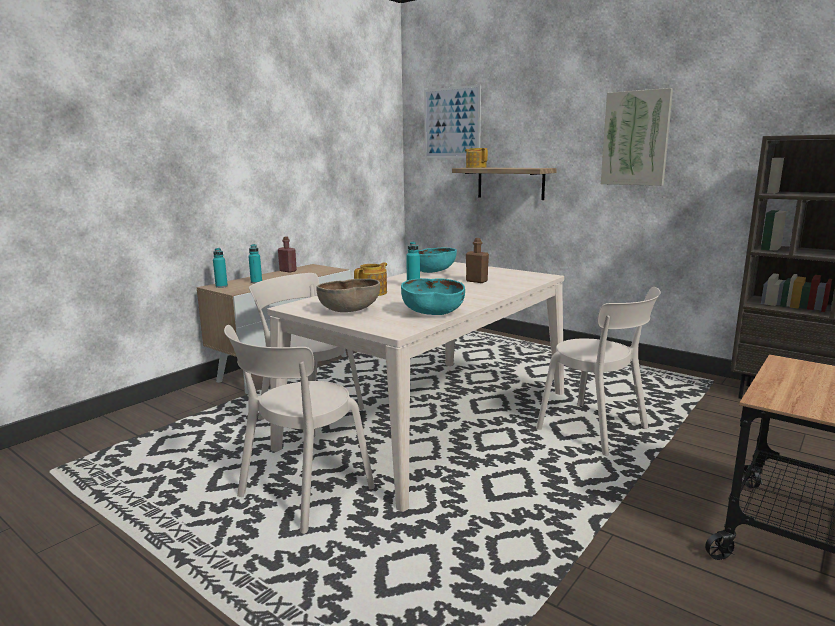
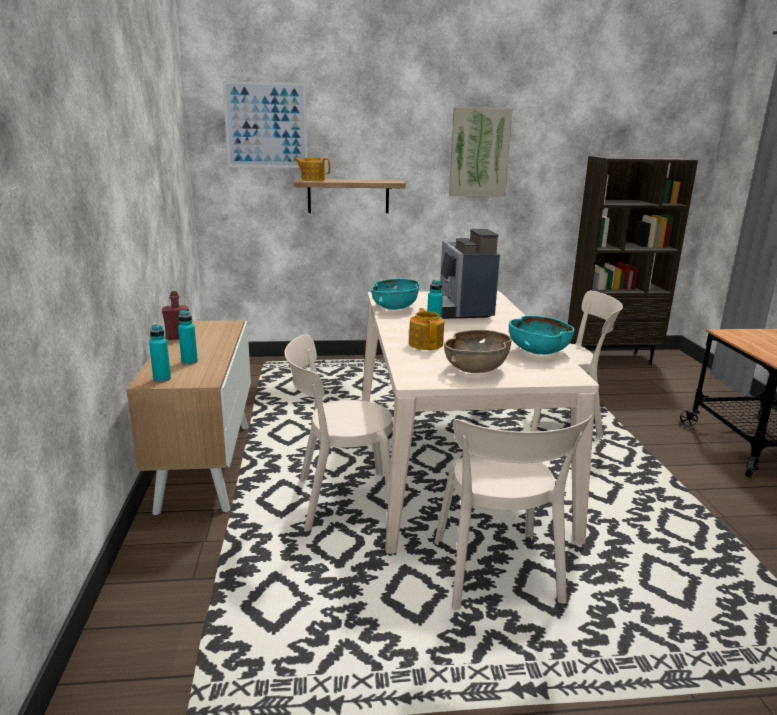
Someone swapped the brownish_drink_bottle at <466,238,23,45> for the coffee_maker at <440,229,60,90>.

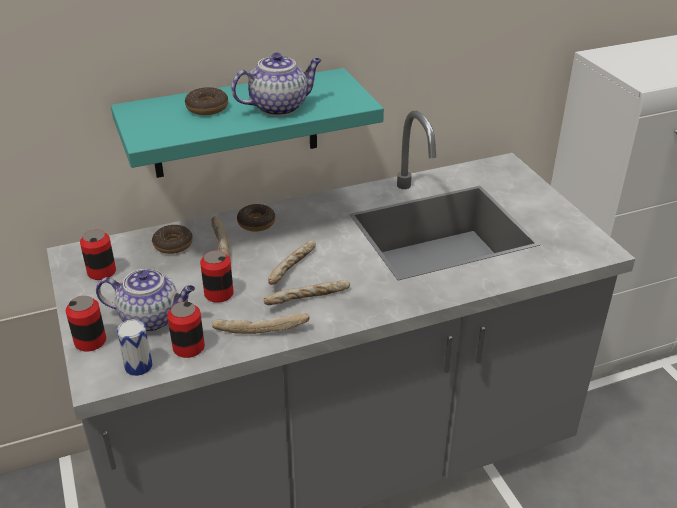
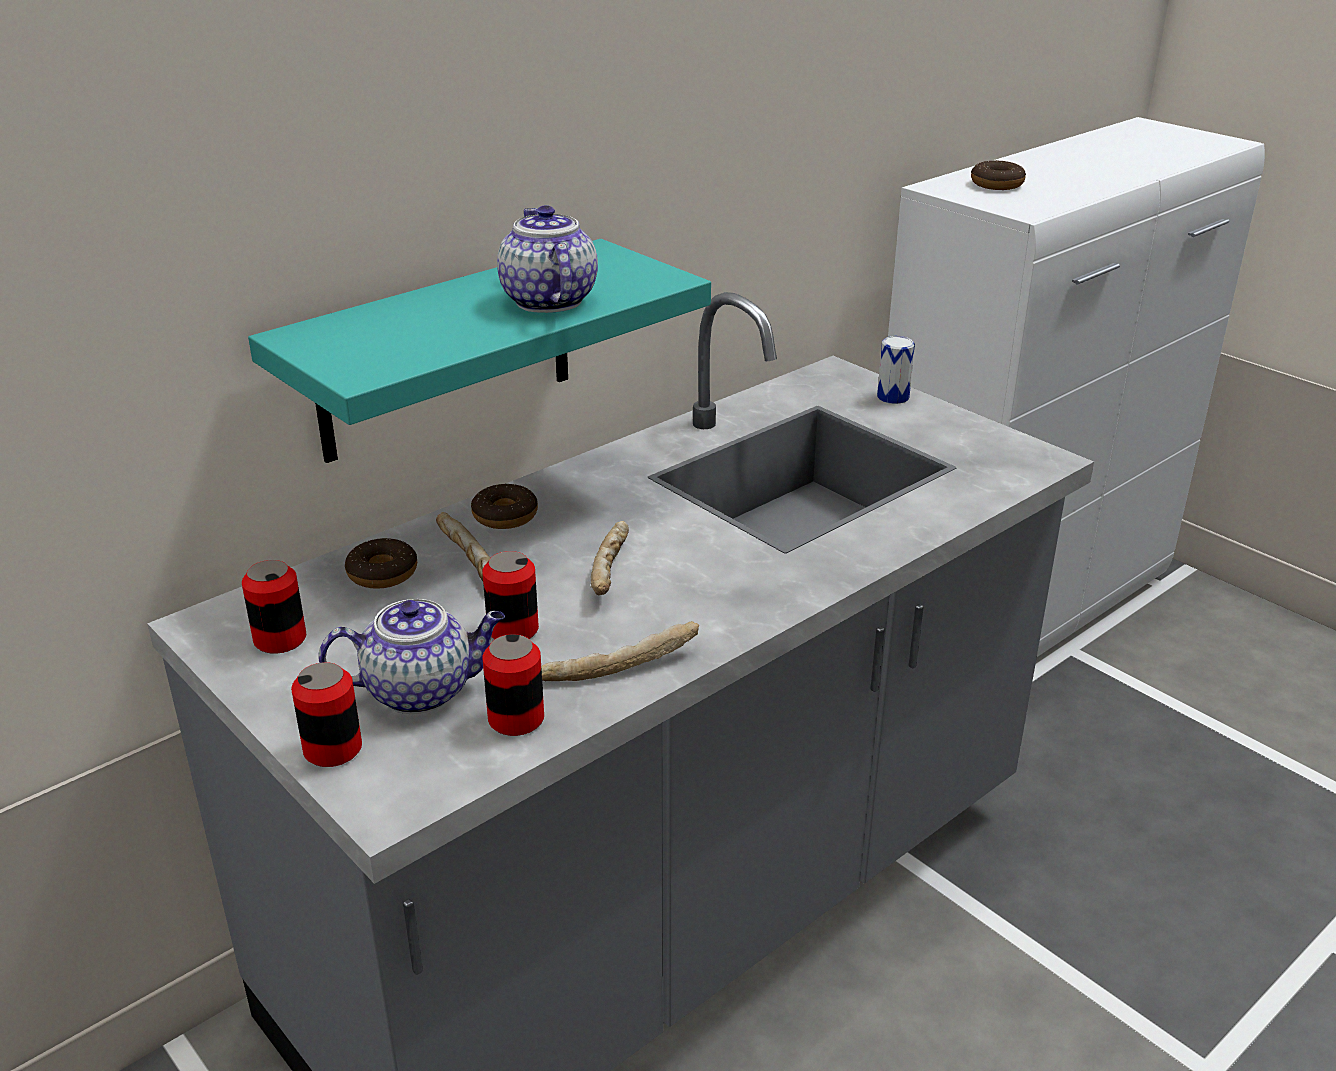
Someone carried the sealed_can from <117,319,35,57> to <877,336,38,68>. Someone carried the ring_doughnut from <185,87,43,28> to <971,160,55,30>. Someone rotated the teapot at <231,53,91,63> by 60 degrees counterclockwise. Someone took away the bakery_bread at <264,280,87,25>.

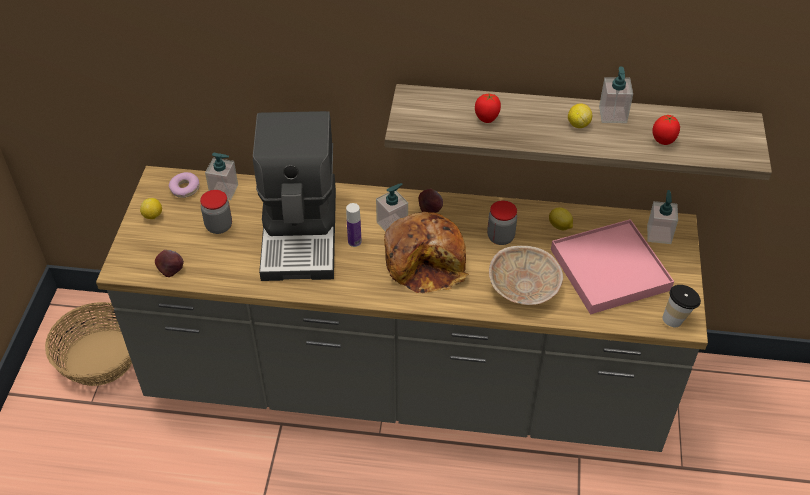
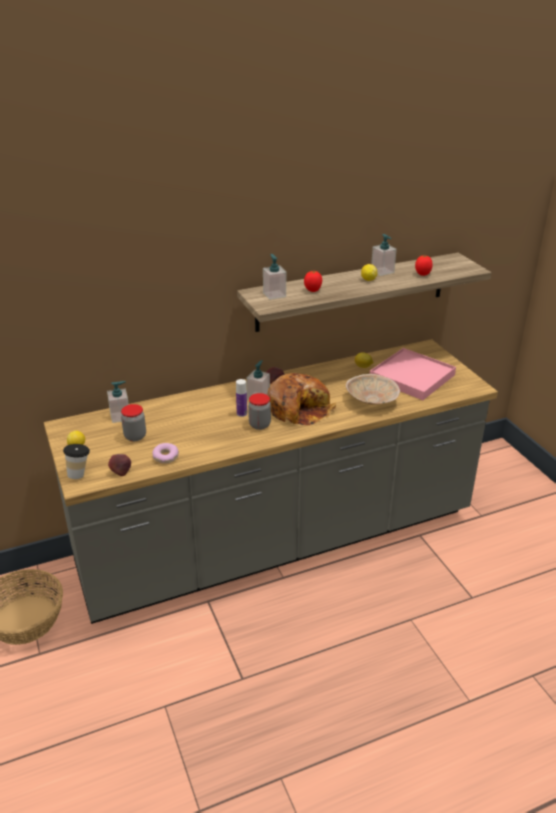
Someone carried the ring_doughnut from <169,172,31,26> to <152,443,27,20>. Someone took away the coffee_maker at <253,111,83,170>. Someone carried the jar from <487,200,30,45> to <248,393,23,37>. Someone carried the soap_dispenser from <647,190,31,54> to <263,254,23,46>. Someone carried the cup from <662,285,39,42> to <63,444,27,35>.

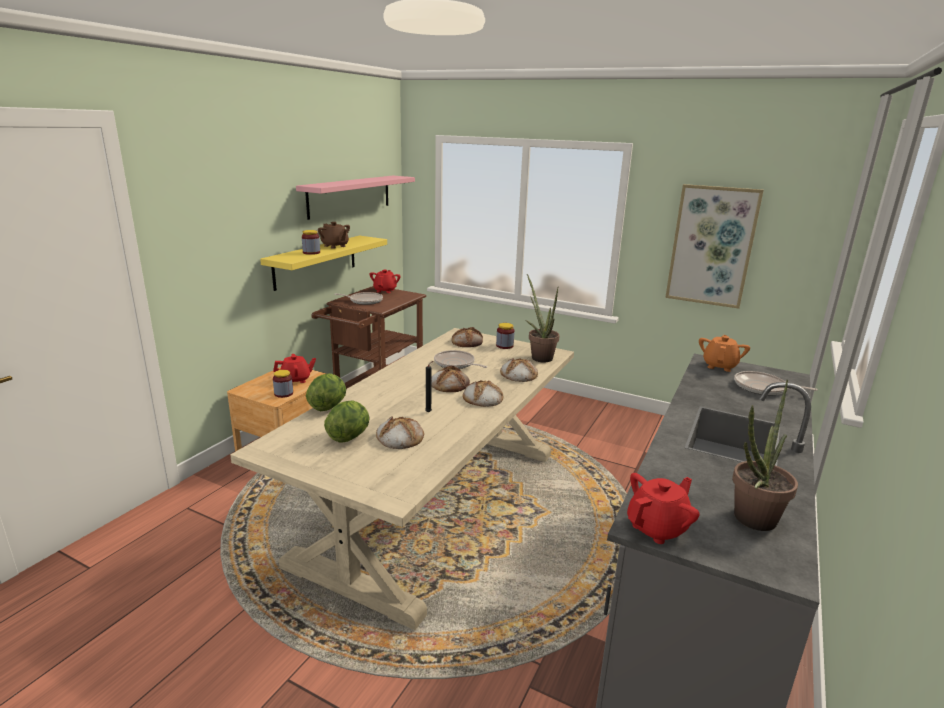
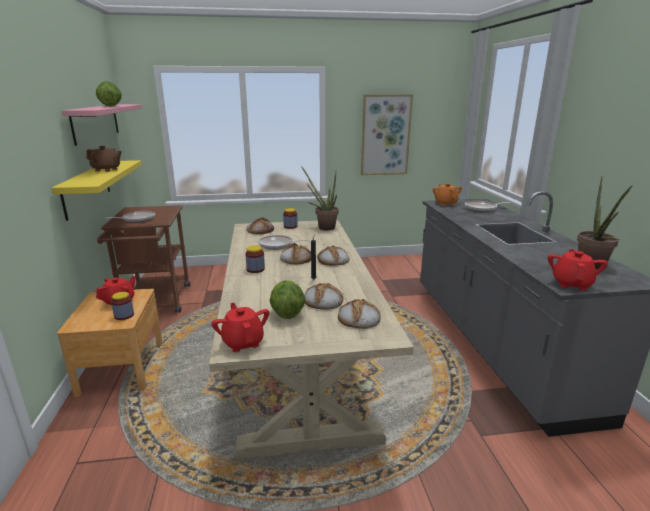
Someone carried the jar from <302,230,18,25> to <245,245,20,28>. Someone carried the head_of_lettuce from <306,373,40,38> to <96,81,26,26>. Someone carried the red_teapot from <369,270,32,23> to <211,303,58,49>. Someone carried the bakery_bread from <500,358,38,24> to <338,299,43,30>.

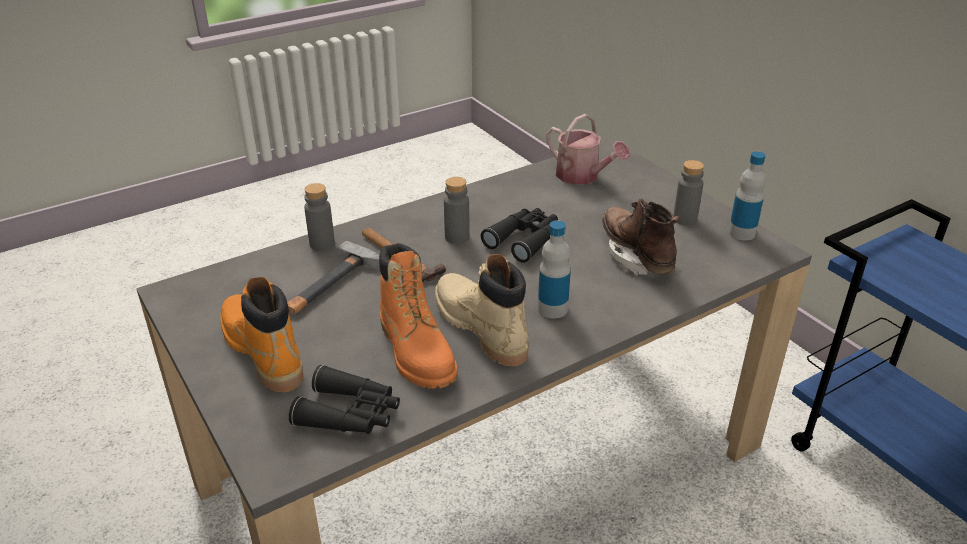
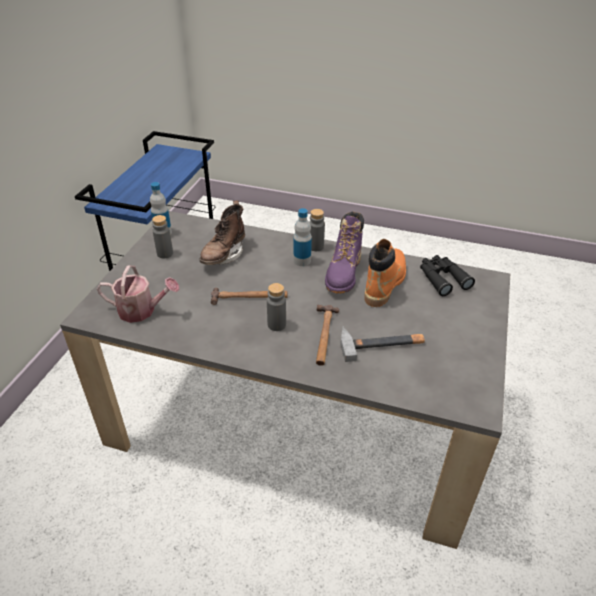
Someone took away the orangey_tall_boot at <220,277,83,115>. Someone carried the gray_drink_bottle from <304,183,31,68> to <309,209,16,42>. Someone repainted the sand-coloured_tall_boot at <435,254,94,112>, which became the purplish_tall_boot at <325,212,39,81>. Someone swapped the black_binoculars at <481,208,77,55> for the hammer at <211,288,77,17>. Someone rotated the watering_pot at <546,114,84,71> by 90 degrees clockwise.

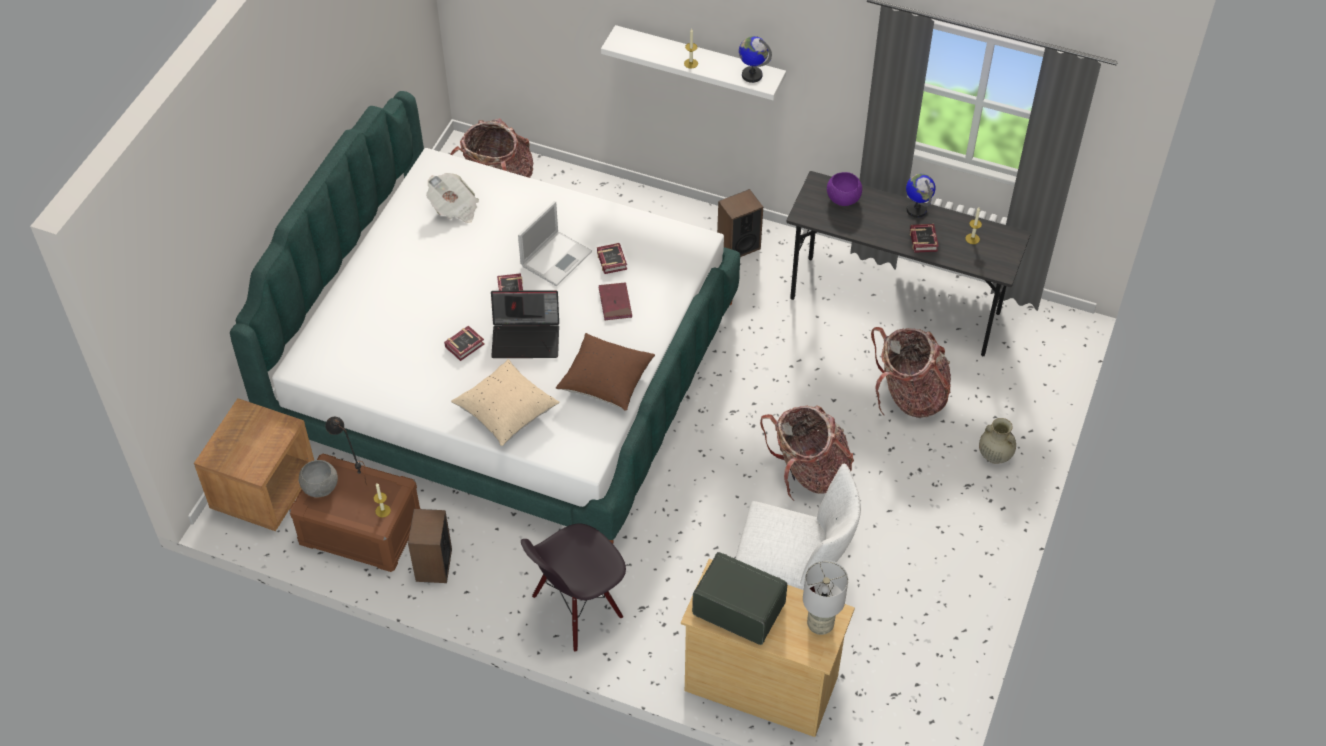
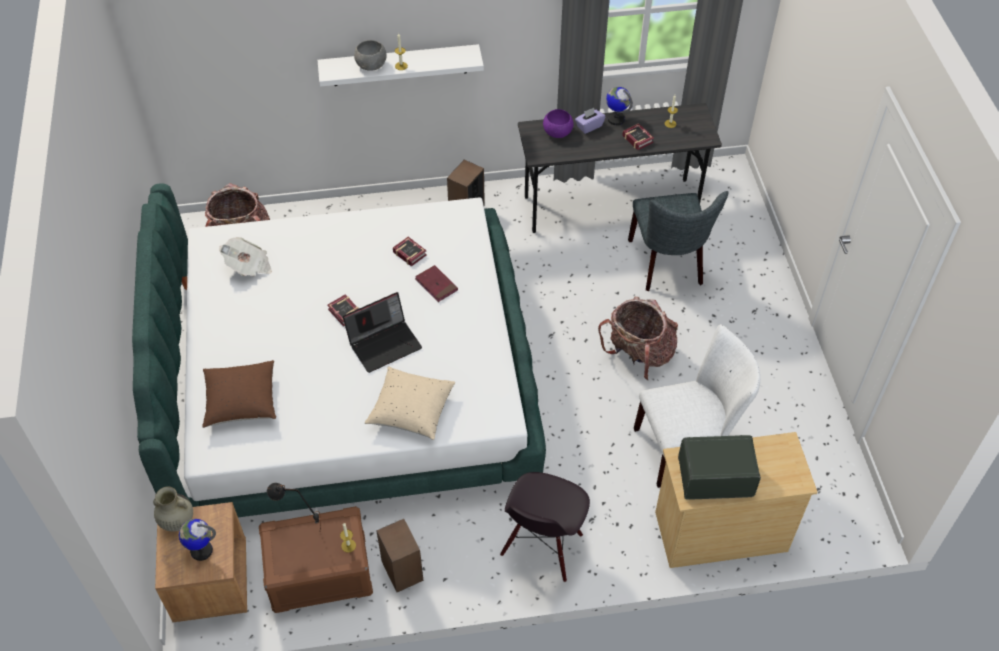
Someone carried the gray_bowl from <299,460,39,37> to <354,40,32,31>. Someone took away the bound_book at <444,326,40,35>. Someone took away the laptop at <518,201,74,85>. Someone carried the brownish_throw_pillow from <556,333,99,78> to <202,360,74,68>. Someone carried the world_globe from <739,36,33,47> to <179,519,37,42>. Someone took away the gray_lamp_for_a_table at <803,560,45,75>. Someone swapped the rucksack at <871,327,80,91> for the gray_chair at <628,191,100,100>. Someone carried the sand-coloured_vase from <979,418,37,46> to <153,486,40,46>. Someone put down the purplish_tissue_holder at <575,108,30,26>.

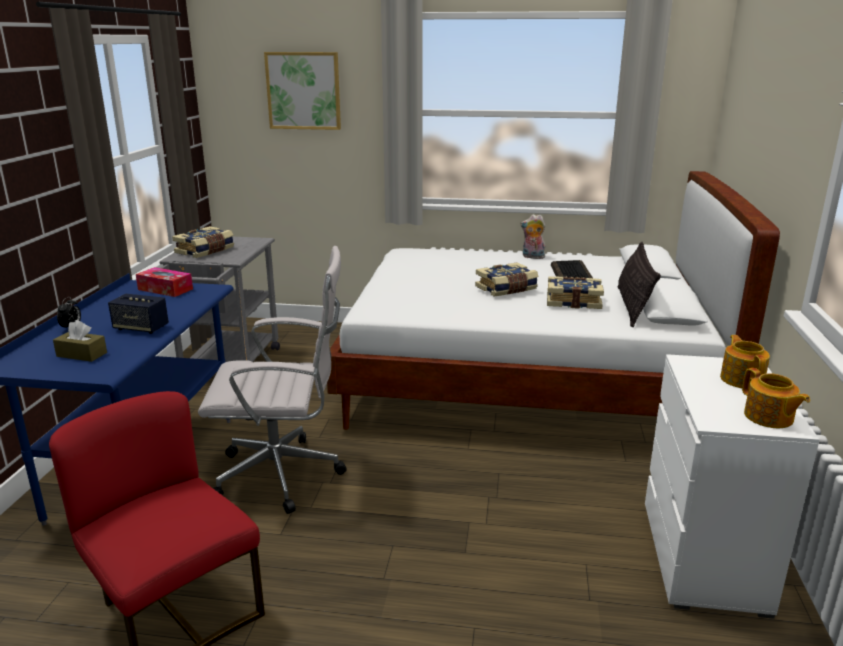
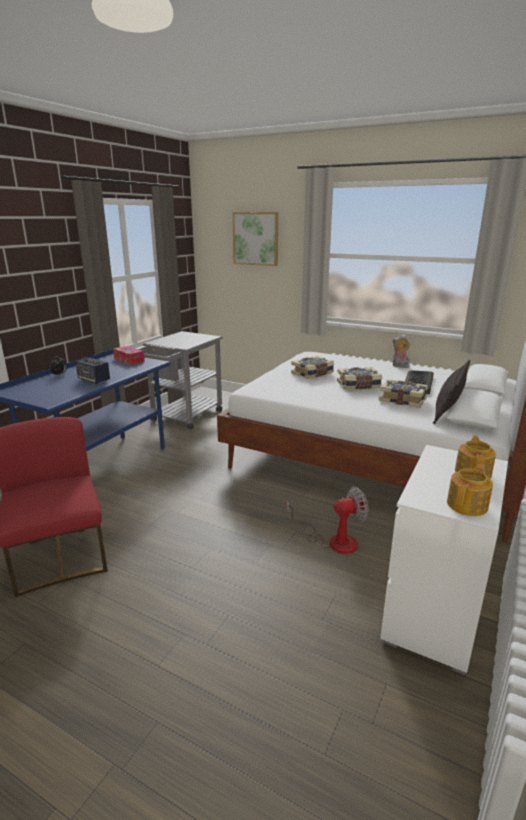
Someone took away the brownish_tissue_holder at <53,320,54,42>. Someone carried the bound_book from <172,226,62,32> to <291,356,43,23>. Someone took away the white_desk_chair at <198,246,149,268>. Someone rotated the teapot at <742,368,68,60> by 135 degrees counterclockwise. Someone put down the fan at <286,487,82,67>.

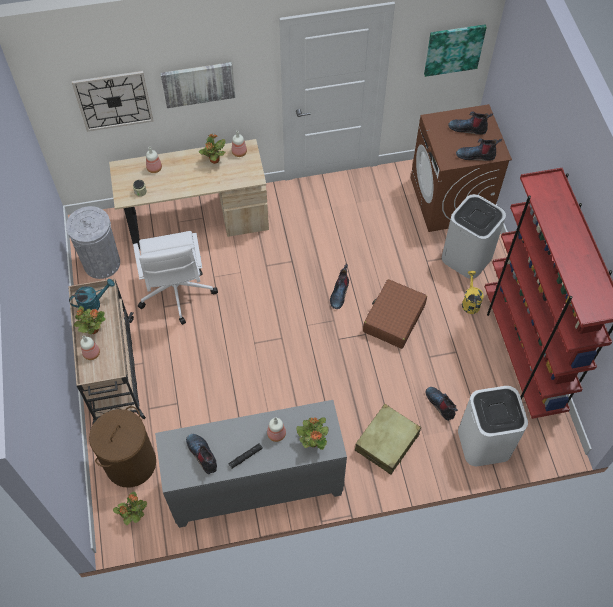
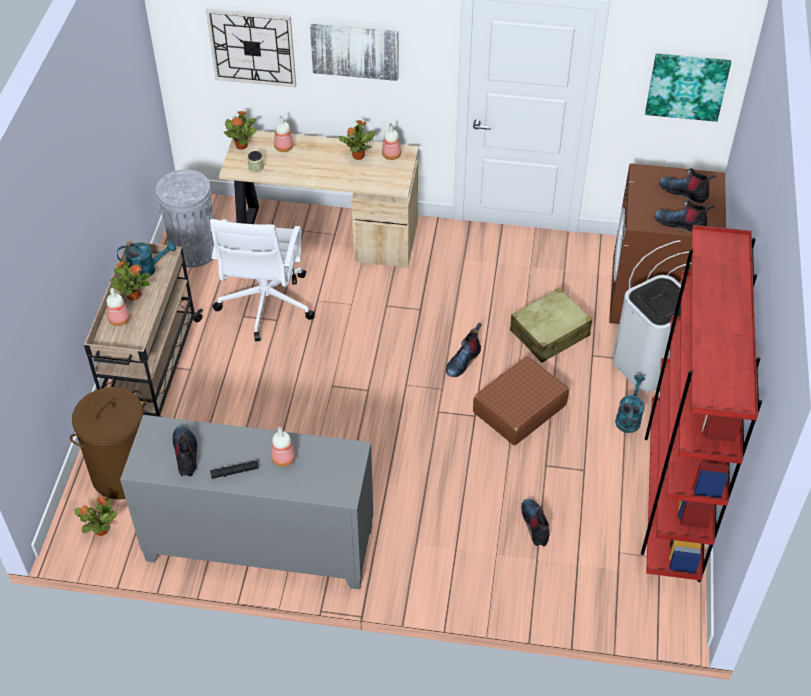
Someone carried the potted_plant from <296,417,33,33> to <224,111,33,38>. Someone carried the sand-coloured_suitcase from <355,404,66,71> to <510,288,82,75>. Someone took away the white_trash_can at <458,386,70,80>. Someone repainted the yellow-coloured_watering_pot at <462,271,22,43>, which became the turquoise-coloured_watering_pot at <615,375,30,58>.

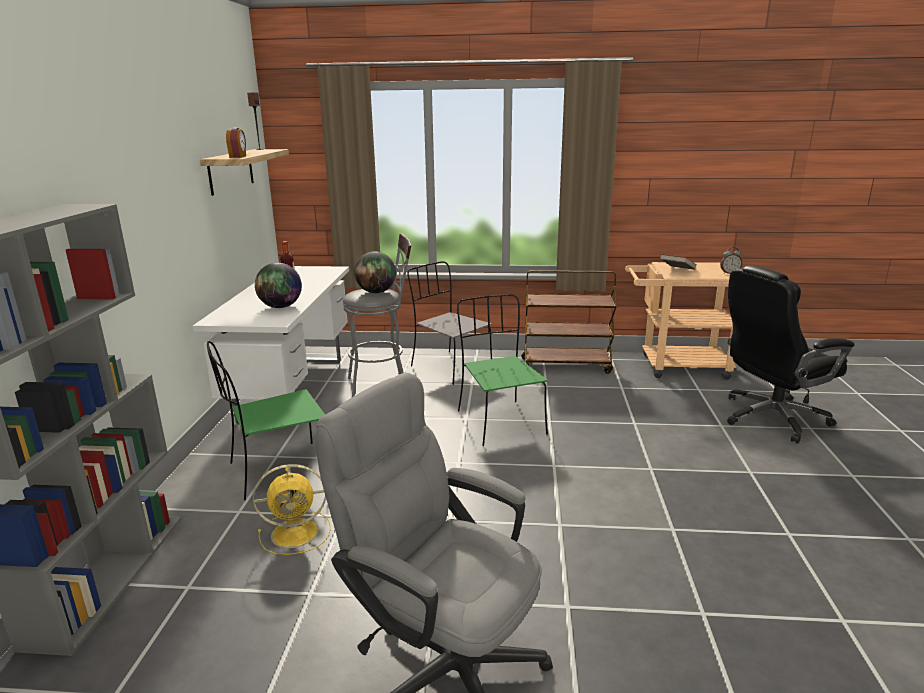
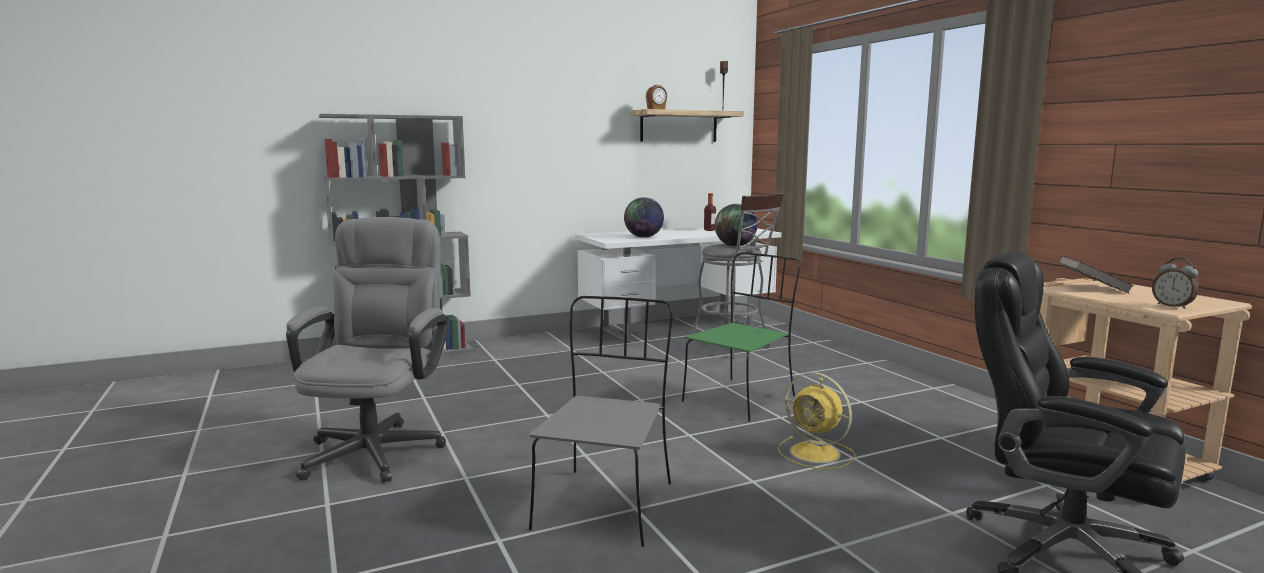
Someone took away the green_chair at <207,341,118,159>. Someone carried the yellow-coloured_fan from <253,464,78,91> to <778,372,78,98>. Someone carried the gray_chair from <407,261,85,124> to <529,296,144,251>. Someone took away the brownish_cart at <521,270,96,104>.

